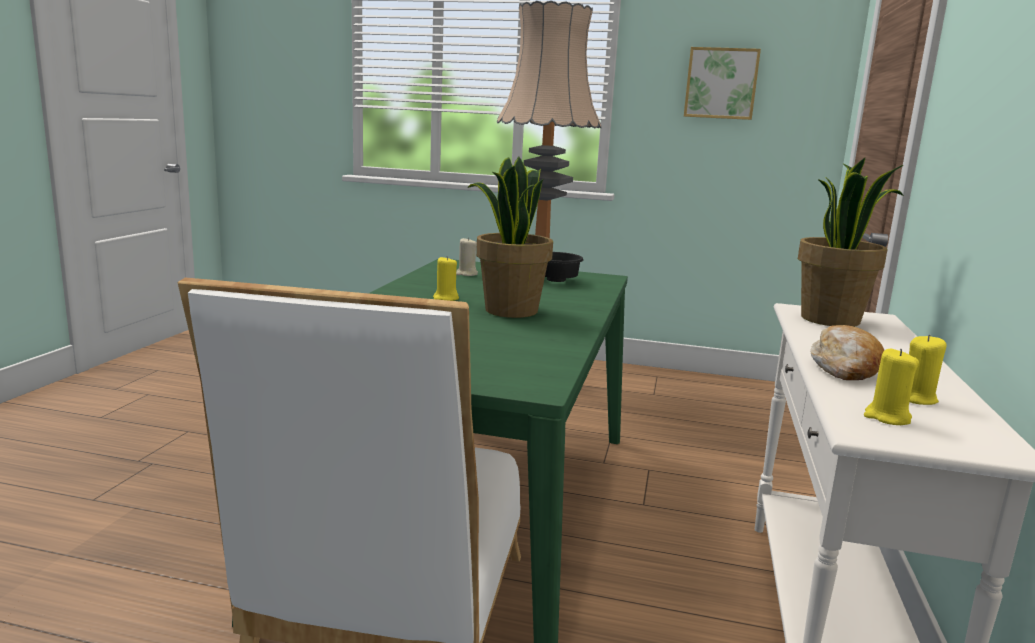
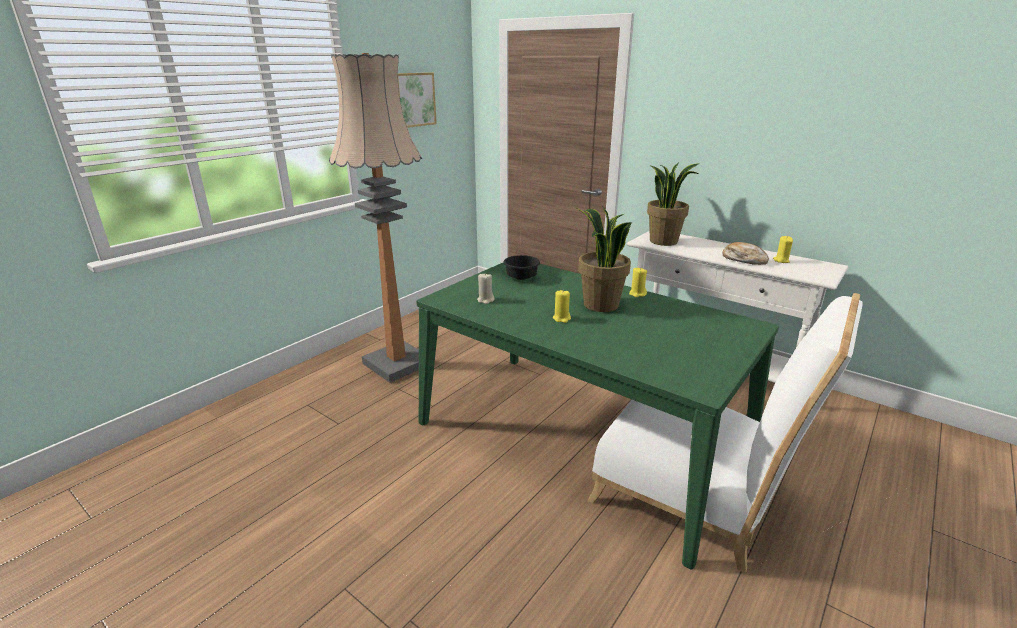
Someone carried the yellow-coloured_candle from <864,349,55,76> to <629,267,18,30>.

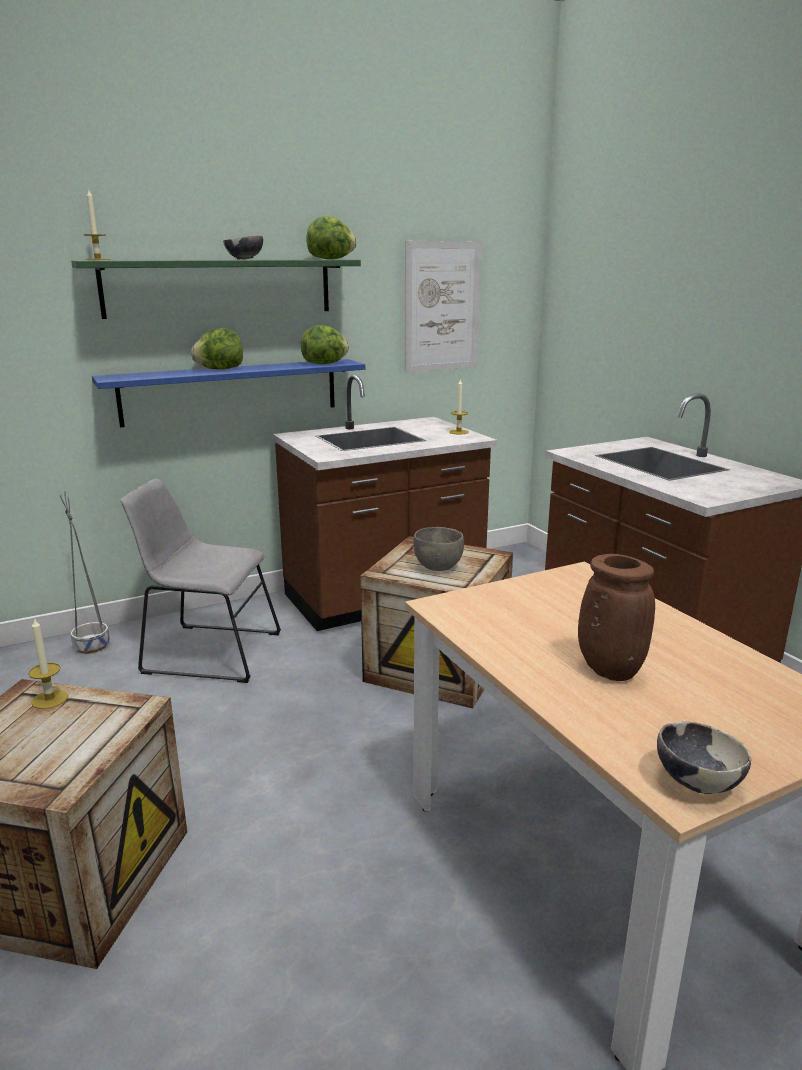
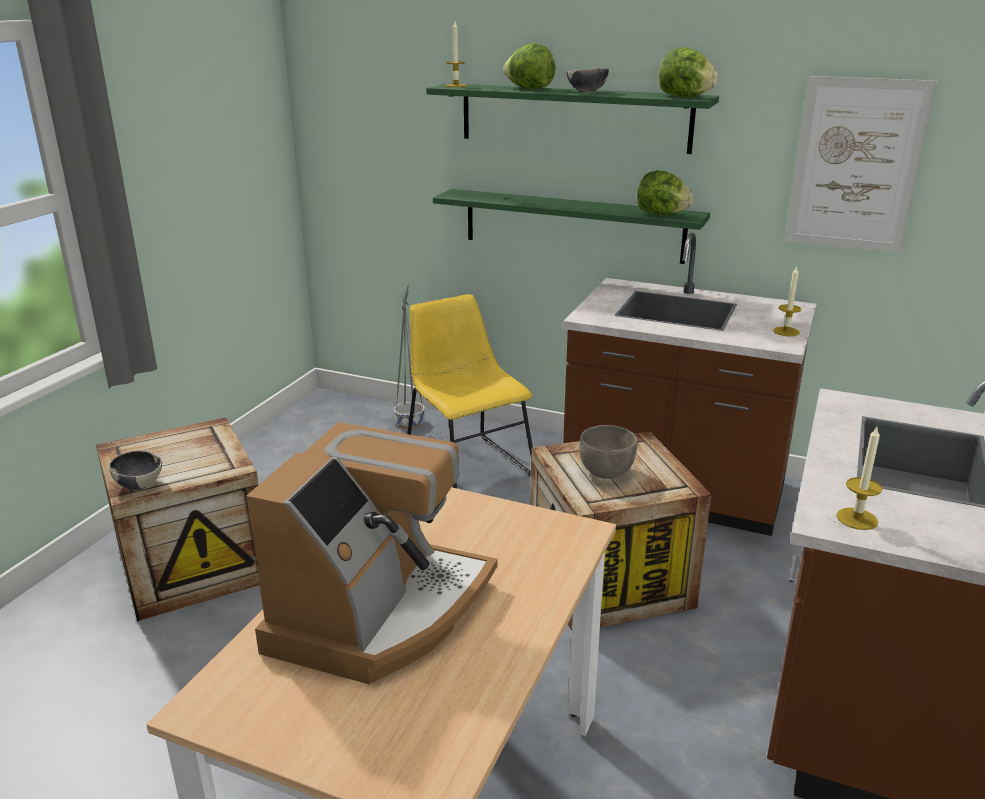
Someone carried the candle from <28,617,40,92> to <836,427,46,103>. Someone repainted the blue_wall_shelf at <92,359,273,68>, which became the green_wall_shelf at <433,189,277,75>. Someone repainted the gray_chair at <121,478,160,205>, which became the yellow-coloured_chair at <407,294,126,194>. Someone carried the head_of_lettuce from <191,328,52,42> to <503,43,52,46>. Someone swapped the brownish_vase at <578,554,77,127> for the coffee_maker at <246,422,252,262>. Someone carried the bowl from <657,721,94,73> to <109,451,53,39>.

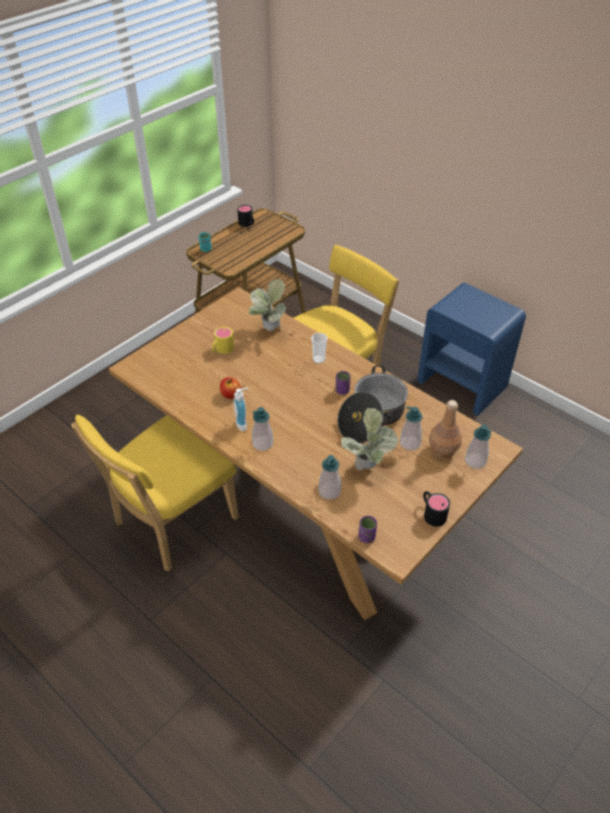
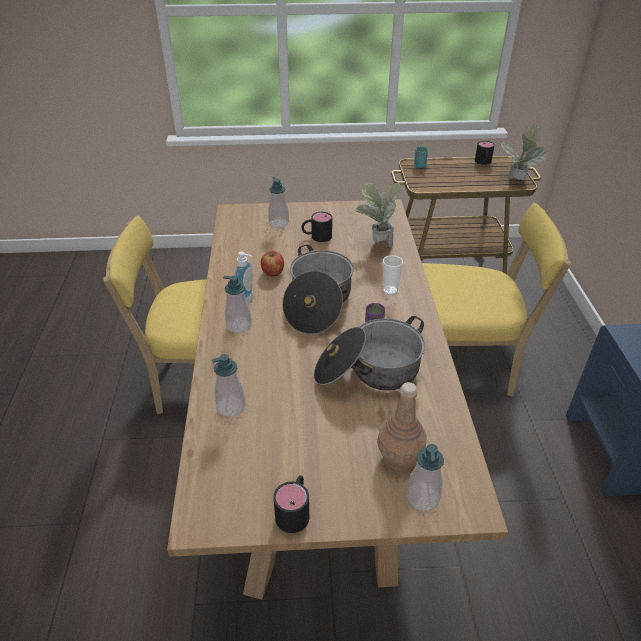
Someone repainted the yellow-coloured_tea_mug at <212,327,22,27>, which became the black_tea_mug at <302,212,30,30>. Someone carried the potted_plant from <341,408,57,62> to <500,124,47,56>. Someone took away the purplish_cup at <358,516,19,27>. Someone carried the soap_dispenser from <400,406,22,44> to <268,177,21,51>. Someone put down the cooking_pot at <282,244,72,90>.

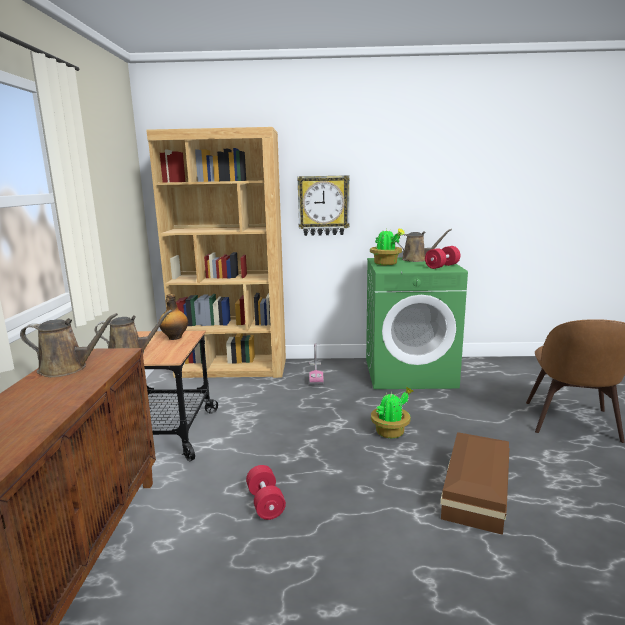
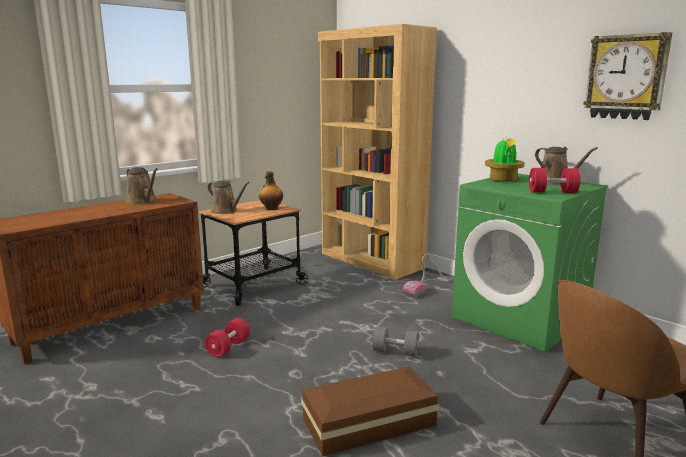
Someone carried the clock_on_the_wall from <297,175,53,61> to <583,32,89,88>. Someone swapped the potted_plant at <371,387,43,51> for the gray_hand_weight at <373,326,46,31>.

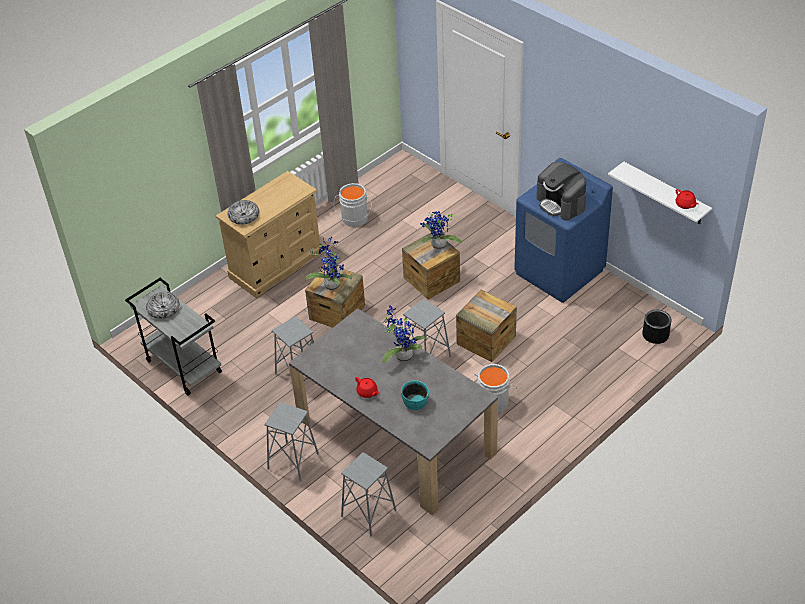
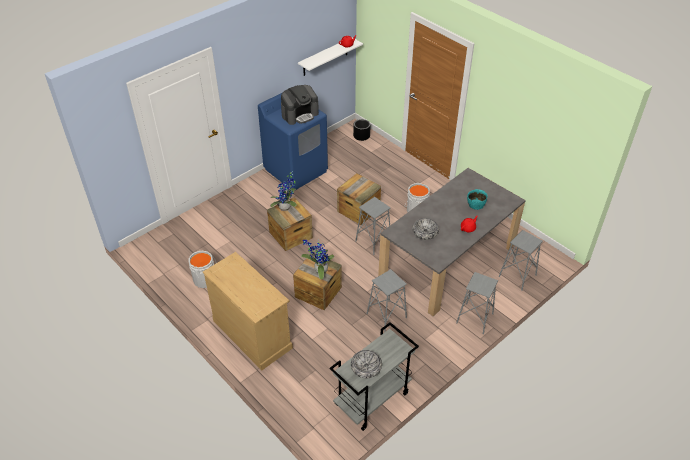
Someone carried the bowl from <228,200,31,25> to <412,218,27,22>. Someone took away the potted_plant at <382,305,44,58>.

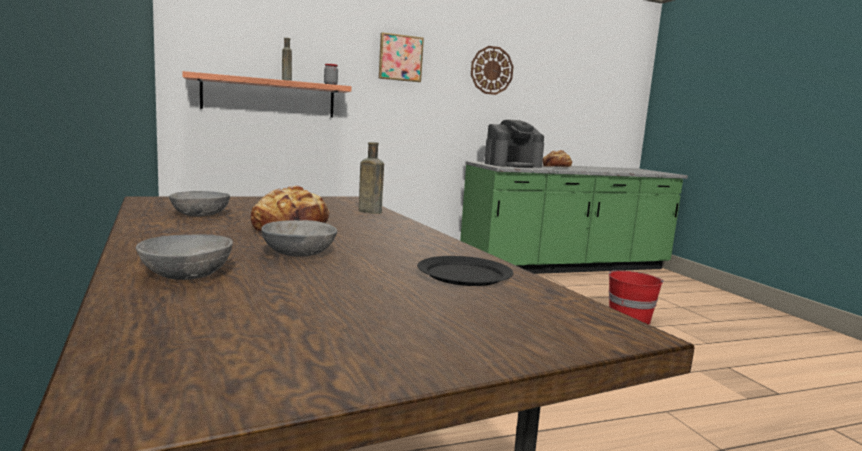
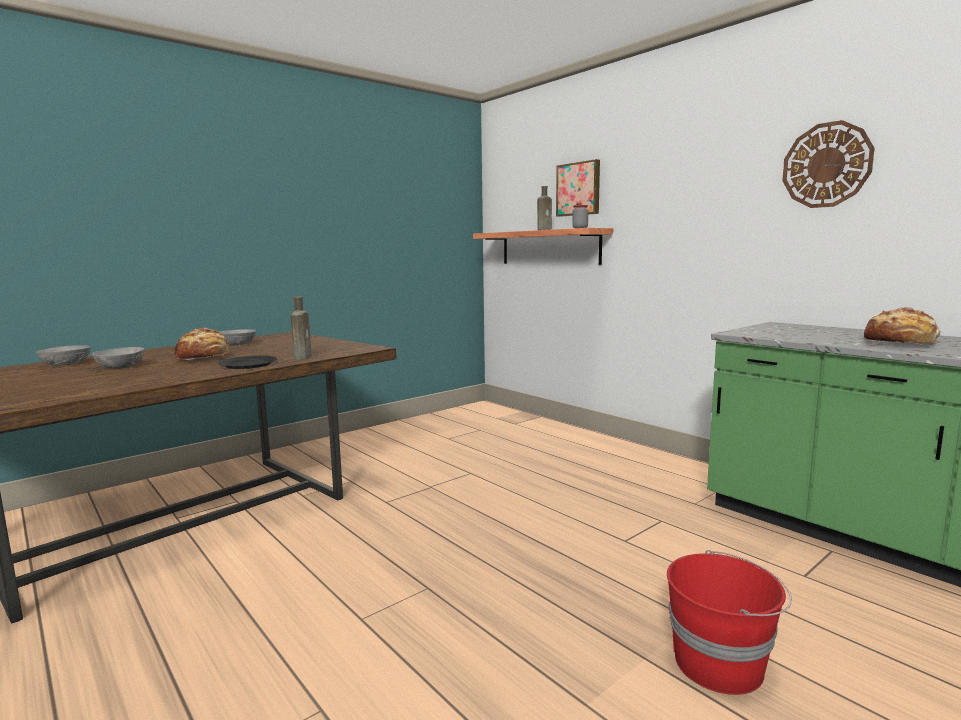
Someone carried the wall_art from <379,32,45,50> to <556,159,44,58>. Someone carried the black_dinner_plate from <417,256,96,30> to <218,356,59,13>. Someone took away the coffee_maker at <484,119,60,49>.

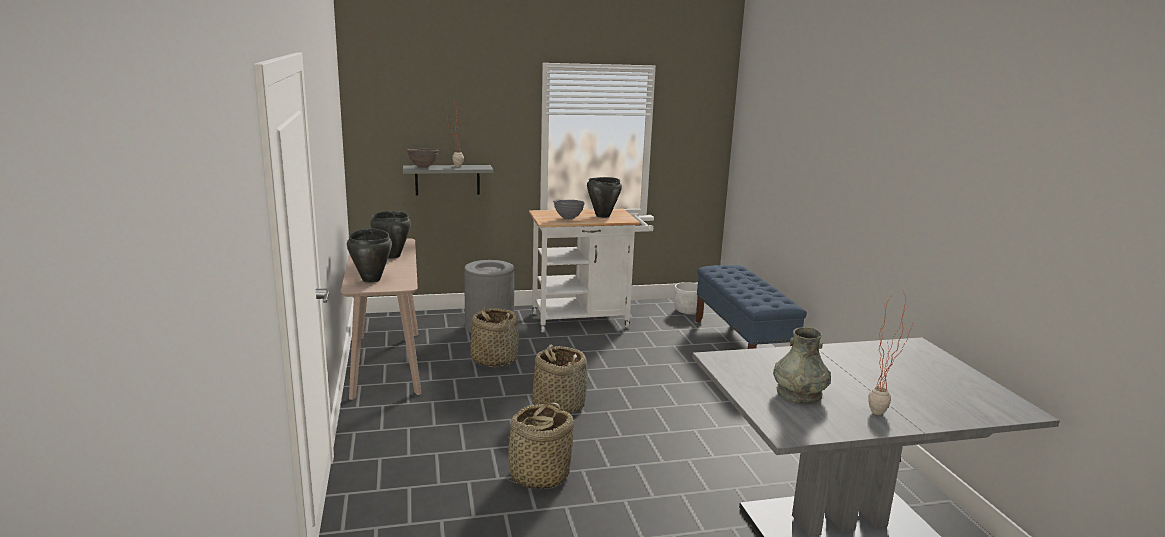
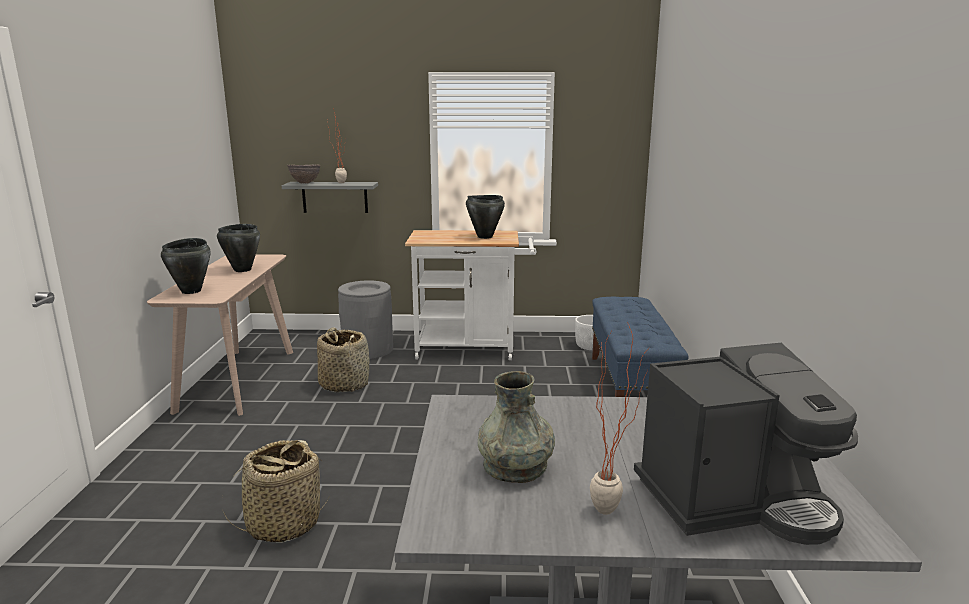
Someone took away the household_basket at <533,345,55,69>. Someone took away the gray_bowl at <553,200,32,20>. Someone put down the coffee_maker at <634,343,224,202>.

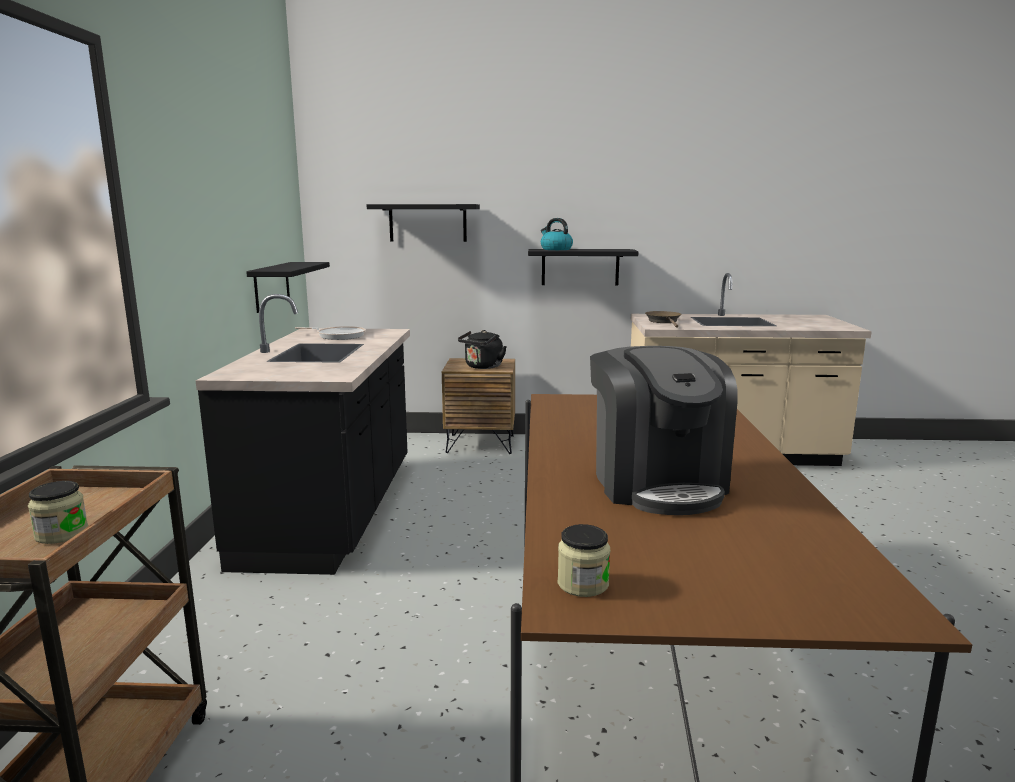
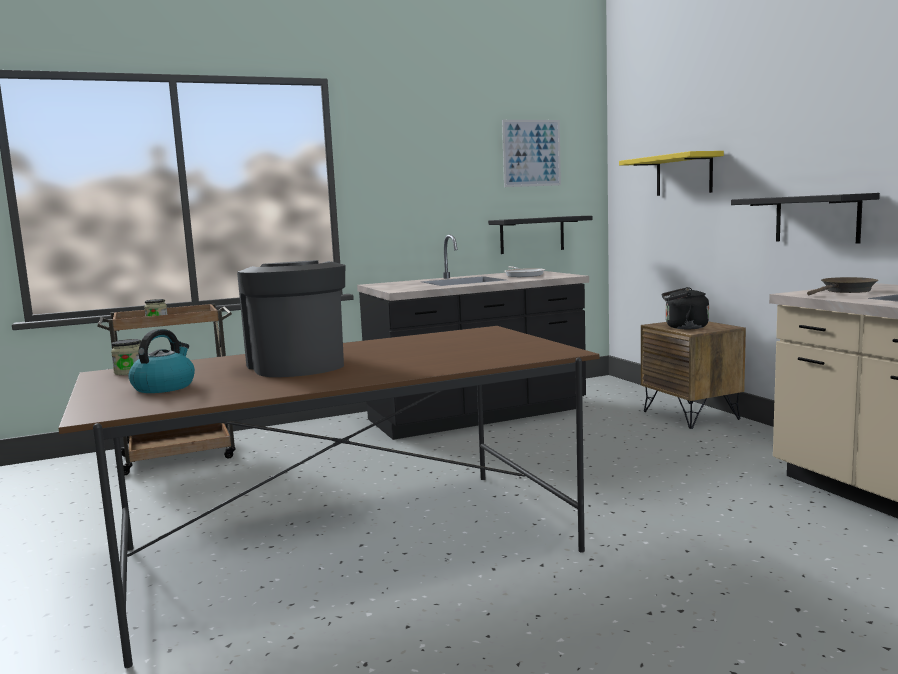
Someone repainted the black_wall_shelf at <367,204,113,38>, which became the yellow-coloured_wall_shelf at <619,151,105,45>. Someone carried the tea_kettle from <541,218,32,32> to <129,329,66,64>. Someone rotated the coffee_maker at <590,346,148,169> by 105 degrees clockwise. Someone put up the wall_art at <502,120,59,67>.

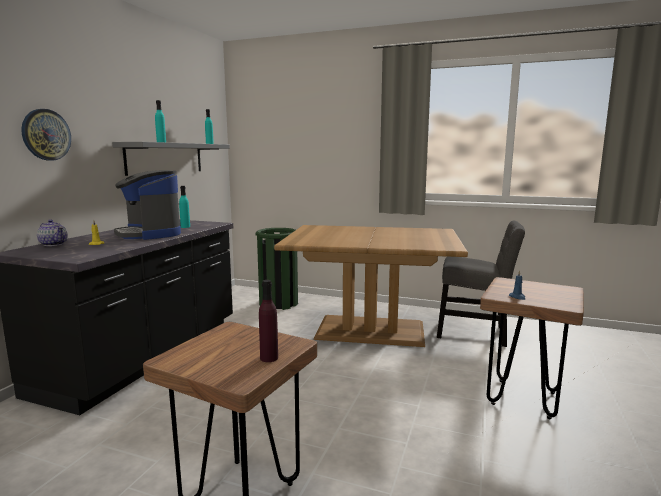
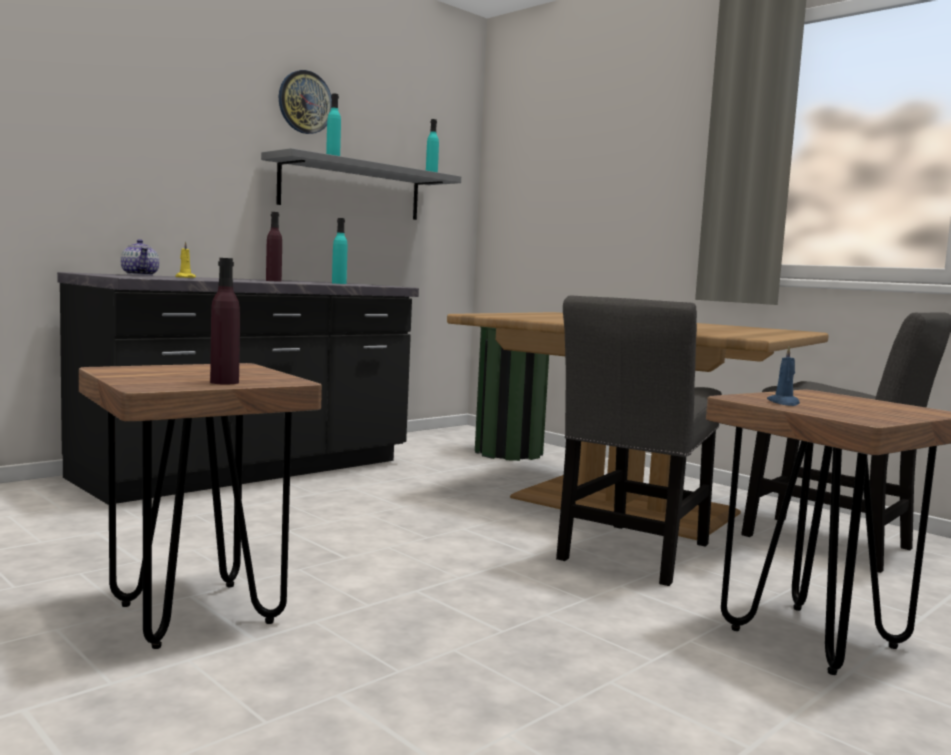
Someone carried the clock_on_the_wall from <21,109,50,51> to <279,70,53,64>. Someone swapped the coffee_maker at <114,170,67,70> for the purplish_drink_bottle at <266,212,16,70>. Someone put down the gray_chair at <556,296,166,290>.

